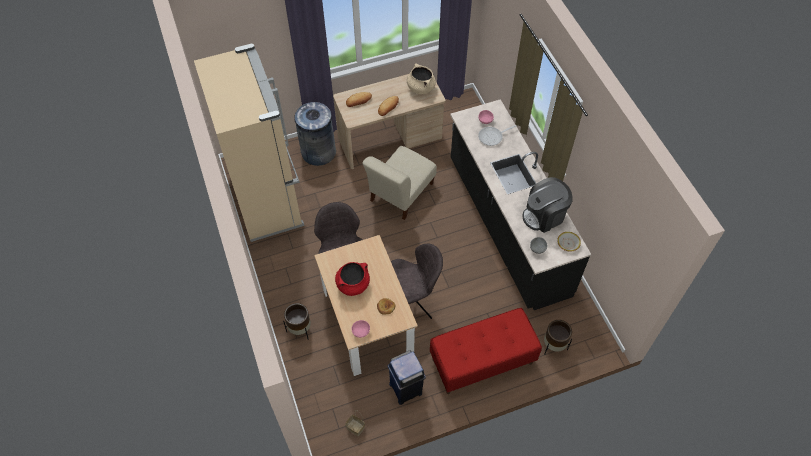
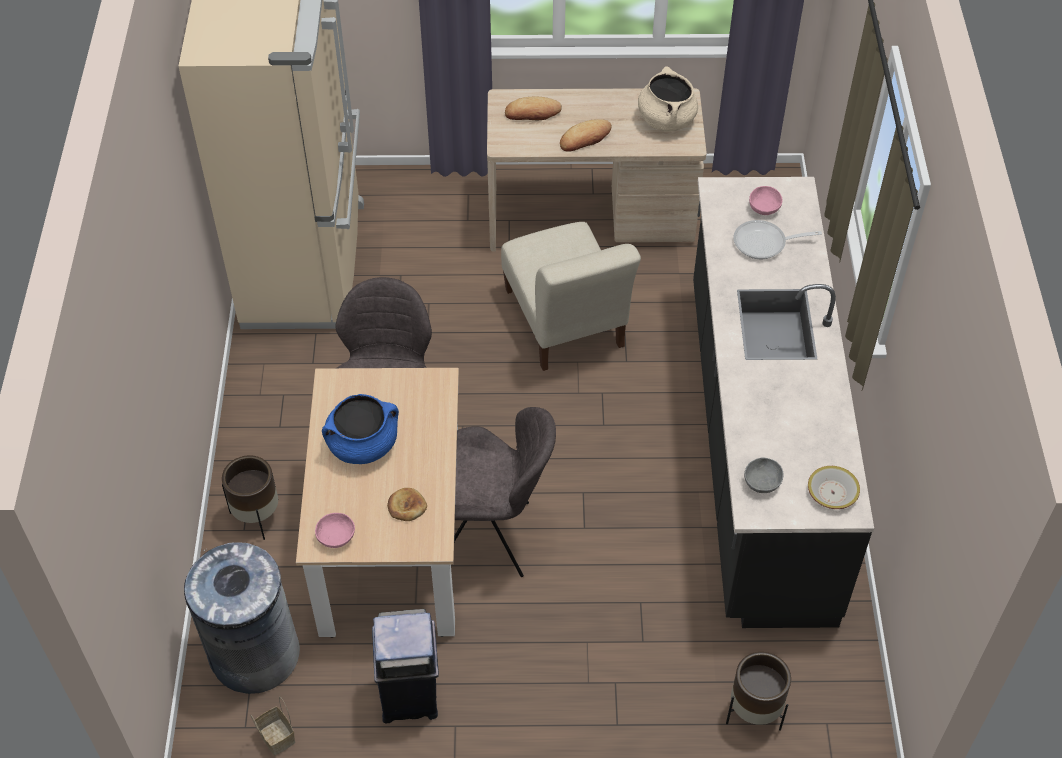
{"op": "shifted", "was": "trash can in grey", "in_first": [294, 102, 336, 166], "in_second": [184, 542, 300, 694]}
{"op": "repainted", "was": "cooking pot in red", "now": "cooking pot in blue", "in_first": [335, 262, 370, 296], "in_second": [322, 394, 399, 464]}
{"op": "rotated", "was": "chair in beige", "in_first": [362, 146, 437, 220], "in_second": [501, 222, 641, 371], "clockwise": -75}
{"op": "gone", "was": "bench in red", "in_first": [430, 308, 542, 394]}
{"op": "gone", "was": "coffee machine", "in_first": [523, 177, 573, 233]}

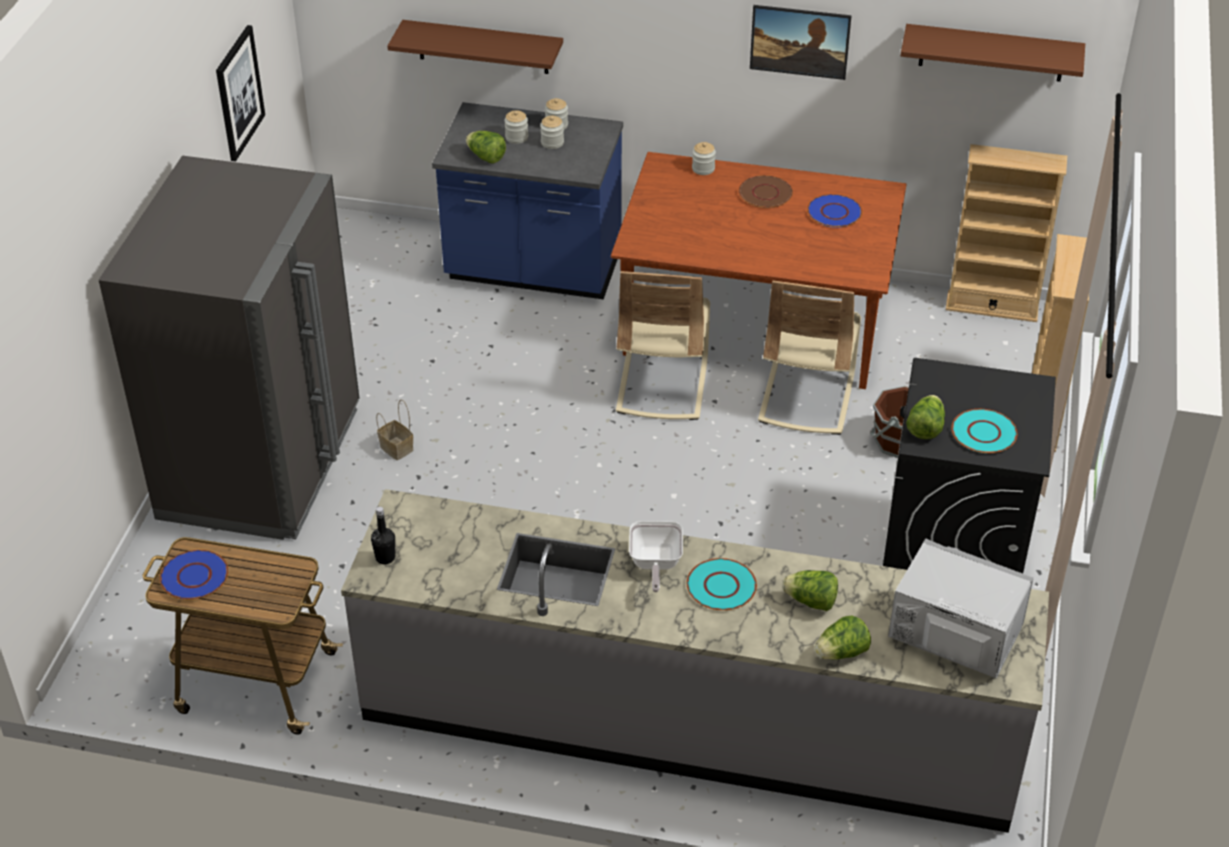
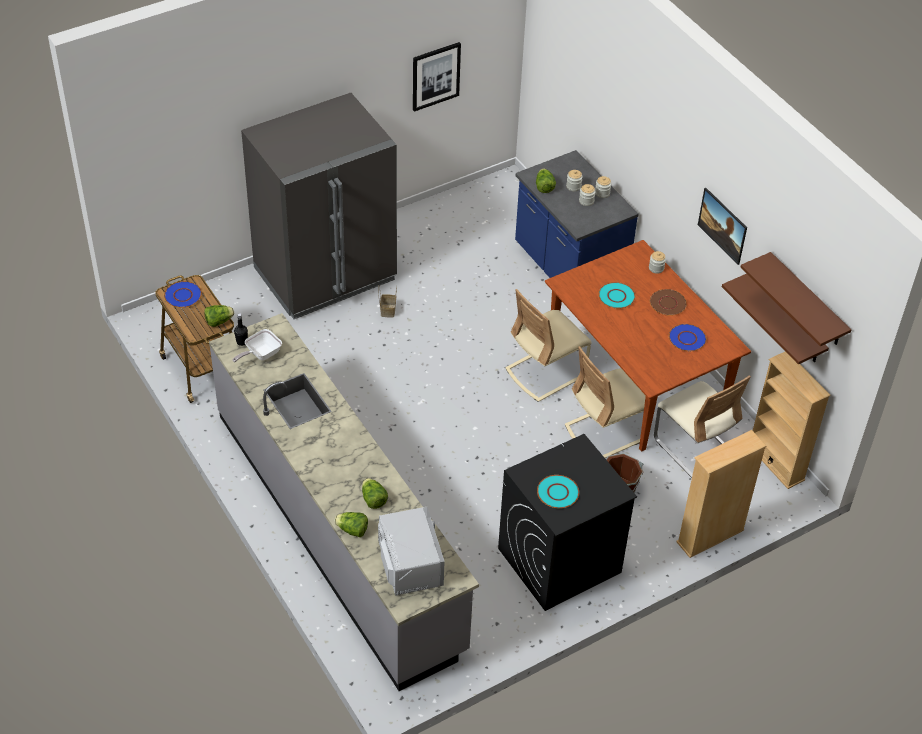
{"op": "shifted", "was": "shelf in brown", "in_first": [387, 20, 563, 74], "in_second": [722, 274, 829, 364]}
{"op": "shifted", "was": "frying pan", "in_first": [629, 521, 683, 592], "in_second": [232, 329, 282, 362]}
{"op": "shifted", "was": "plate in turquoise", "in_first": [687, 558, 757, 610], "in_second": [598, 282, 635, 309]}
{"op": "shifted", "was": "lettuce", "in_first": [906, 395, 945, 439], "in_second": [204, 305, 234, 327]}
{"op": "new", "now": "chair in beige", "in_second": [654, 375, 751, 478]}

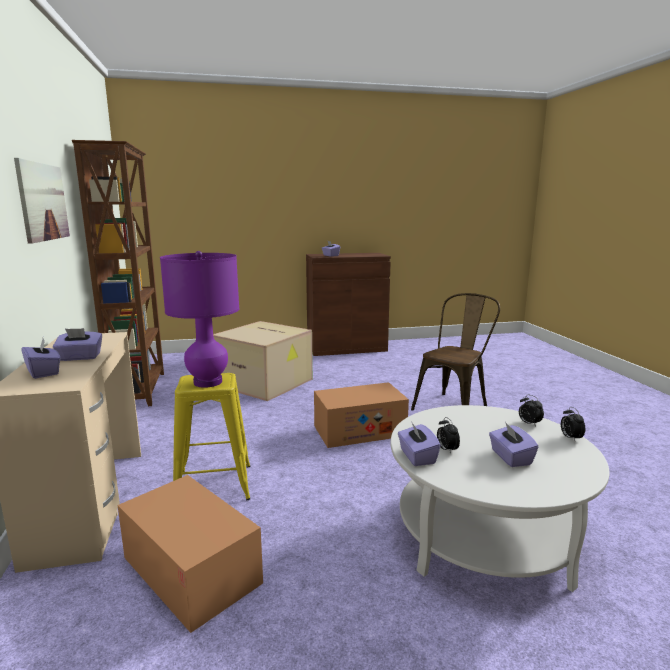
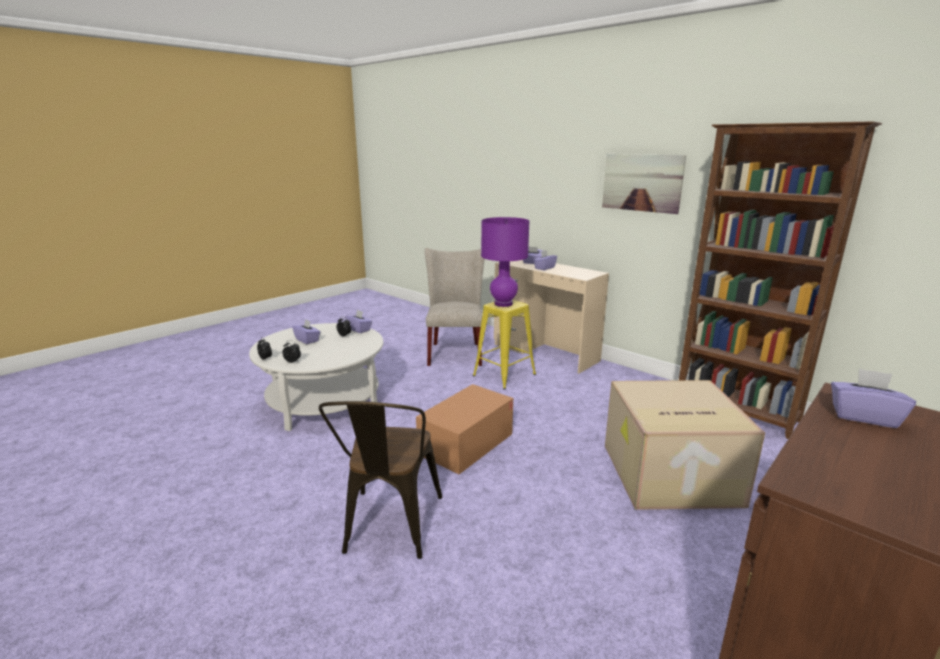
{"op": "swapped", "was": "cardboard box", "now": "chair in beige", "in_first": [118, 475, 263, 633], "in_second": [425, 248, 485, 366]}

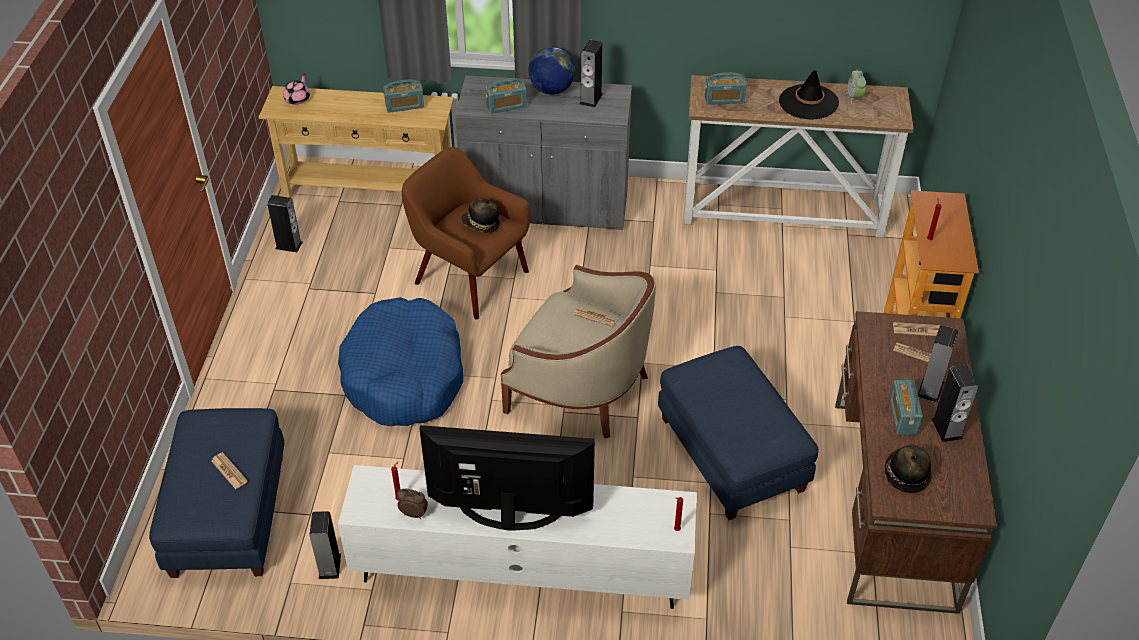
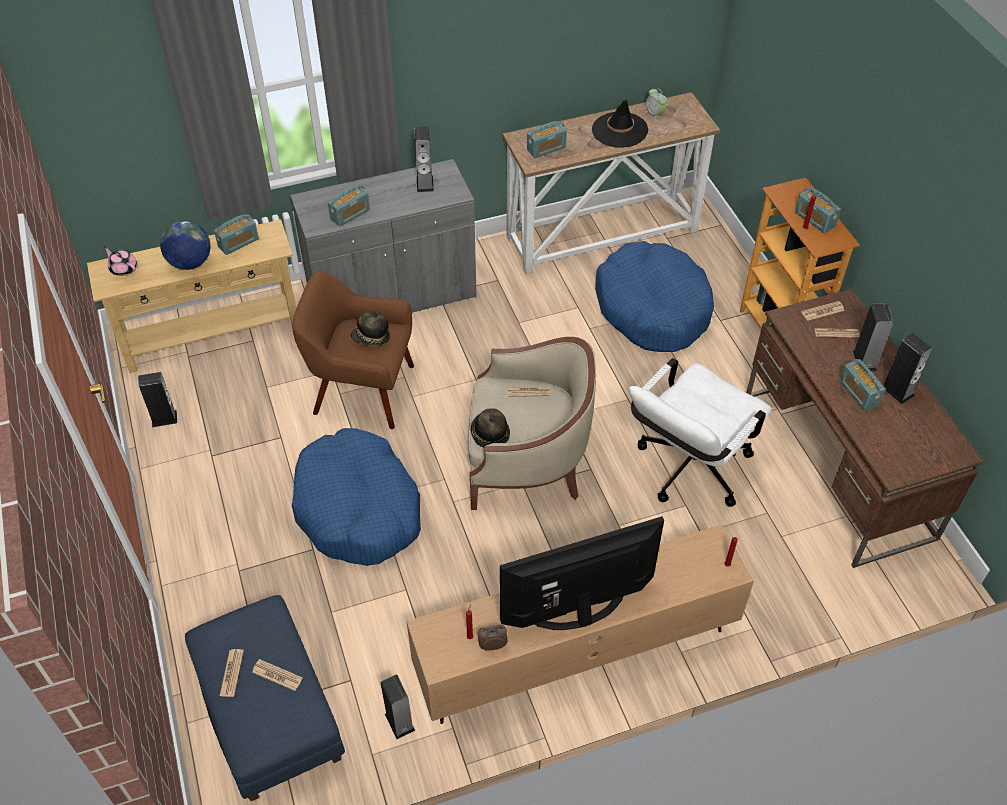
{"op": "rotated", "was": "teapot in pink", "in_first": [283, 74, 310, 105], "in_second": [104, 246, 137, 276], "clockwise": -45}
{"op": "repainted", "was": "tv stand in white", "now": "tv stand in brown", "in_first": [338, 465, 697, 609], "in_second": [406, 524, 754, 724]}
{"op": "shifted", "was": "globe", "in_first": [528, 47, 575, 95], "in_second": [160, 221, 211, 270]}
{"op": "swapped", "was": "ottoman in blue", "now": "office chair in white", "in_first": [658, 346, 819, 520], "in_second": [629, 358, 772, 507]}
{"op": "shifted", "was": "hat", "in_first": [885, 445, 932, 493], "in_second": [471, 408, 510, 447]}
{"op": "new", "now": "newspaper", "in_second": [220, 649, 244, 697]}
{"op": "new", "now": "dog bed in blue", "in_second": [595, 241, 714, 352]}
{"op": "new", "now": "radio", "in_second": [795, 188, 841, 233]}

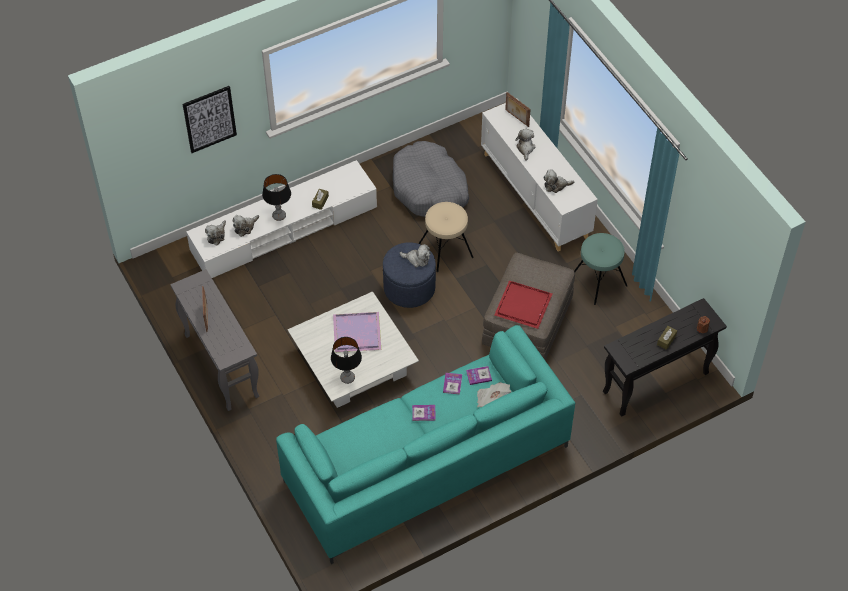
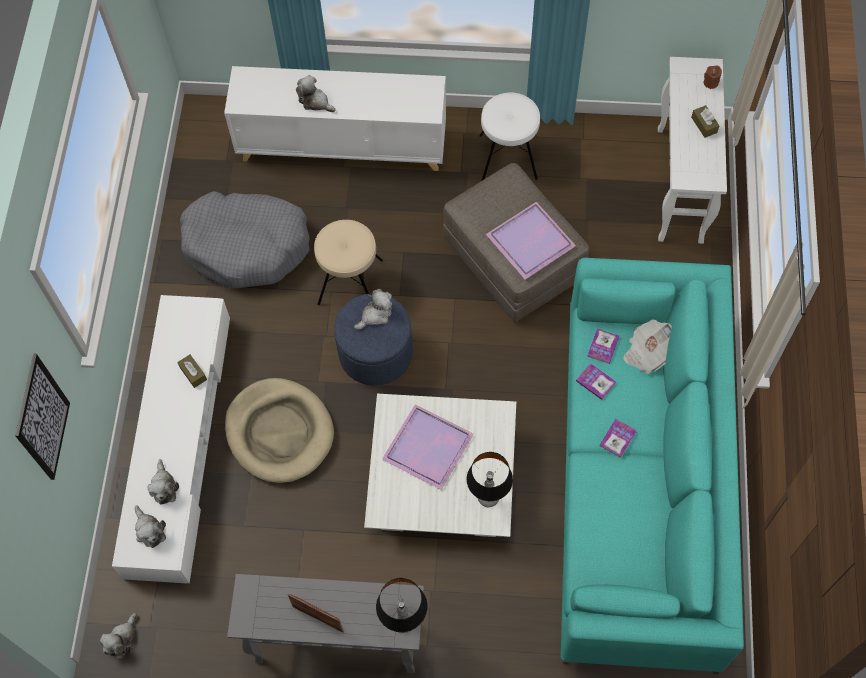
{"op": "shifted", "was": "table lamp", "in_first": [262, 174, 291, 221], "in_second": [376, 578, 428, 633]}
{"op": "repainted", "was": "tray in red", "now": "tray in purple", "in_first": [494, 280, 553, 329], "in_second": [486, 202, 576, 279]}
{"op": "gone", "was": "picture frame", "in_first": [505, 92, 531, 127]}
{"op": "shifted", "was": "plush toy", "in_first": [543, 169, 574, 193], "in_second": [100, 613, 137, 659]}
{"op": "repainted", "was": "stool in turquoise", "now": "stool in white", "in_first": [574, 233, 628, 305], "in_second": [479, 92, 540, 181]}
{"op": "repainted", "was": "console table in black", "now": "console table in white", "in_first": [603, 298, 727, 417], "in_second": [658, 57, 727, 244]}
{"op": "new", "now": "dog bed in beige", "in_second": [225, 378, 334, 483]}

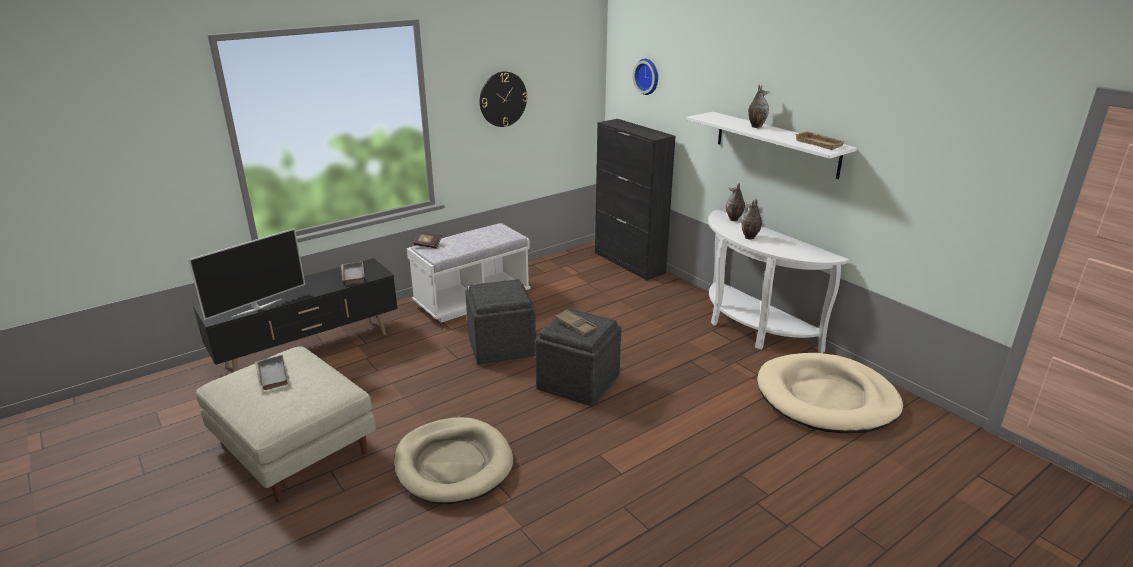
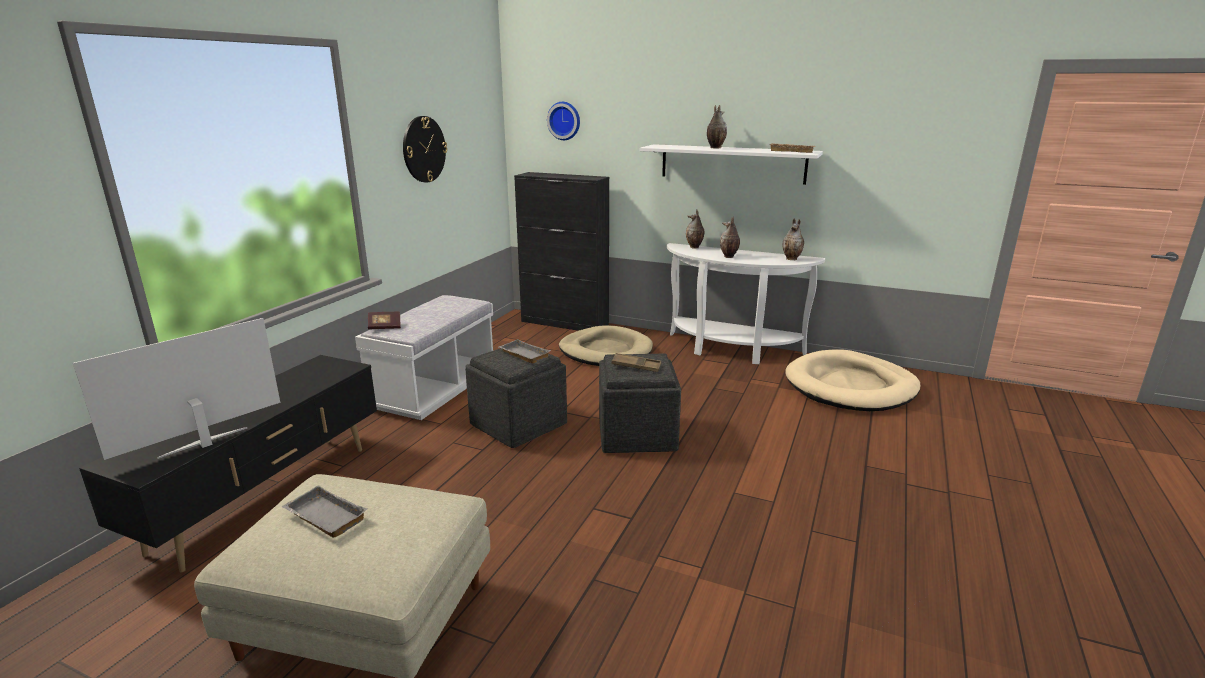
{"op": "rotated", "was": "television", "in_first": [188, 228, 305, 320], "in_second": [73, 318, 281, 460], "clockwise": -150}
{"op": "shifted", "was": "tray in grey", "in_first": [341, 261, 365, 284], "in_second": [499, 339, 551, 363]}
{"op": "shifted", "was": "dog bed in beige", "in_first": [394, 417, 513, 504], "in_second": [559, 325, 653, 366]}
{"op": "new", "now": "vase", "in_second": [782, 218, 804, 260]}

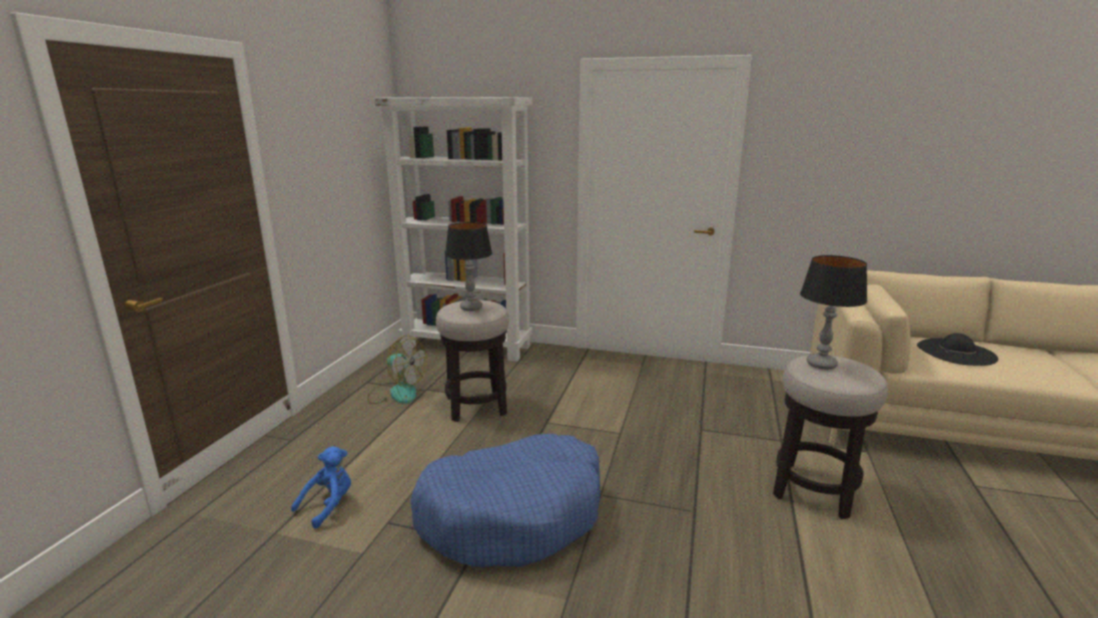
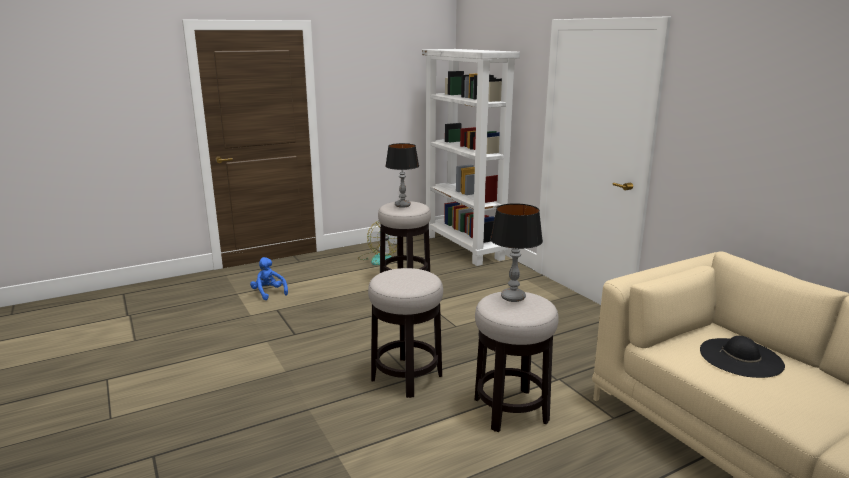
{"op": "rotated", "was": "plush toy in blue", "in_first": [291, 446, 351, 528], "in_second": [250, 257, 288, 300], "clockwise": -120}
{"op": "gone", "was": "dog bed in blue", "in_first": [411, 433, 600, 567]}
{"op": "new", "now": "stool", "in_second": [368, 268, 443, 398]}

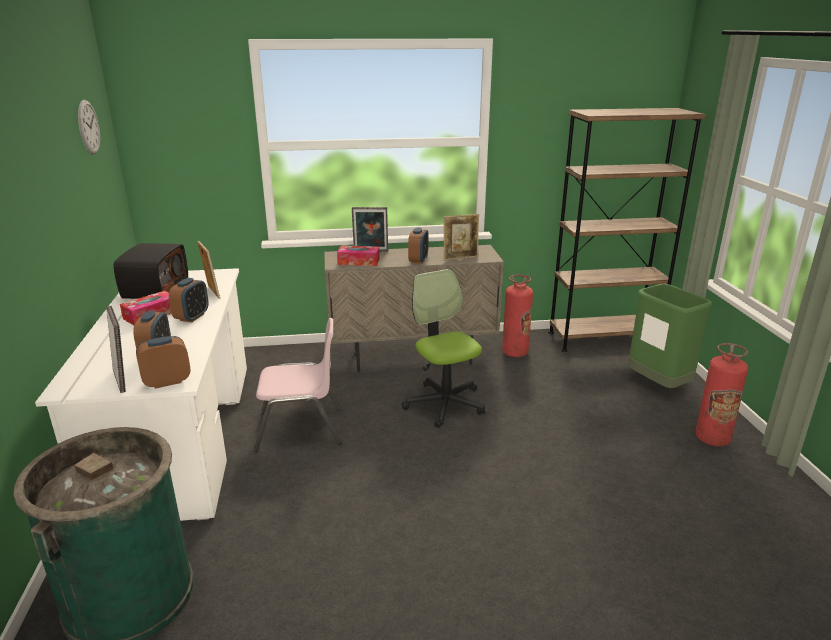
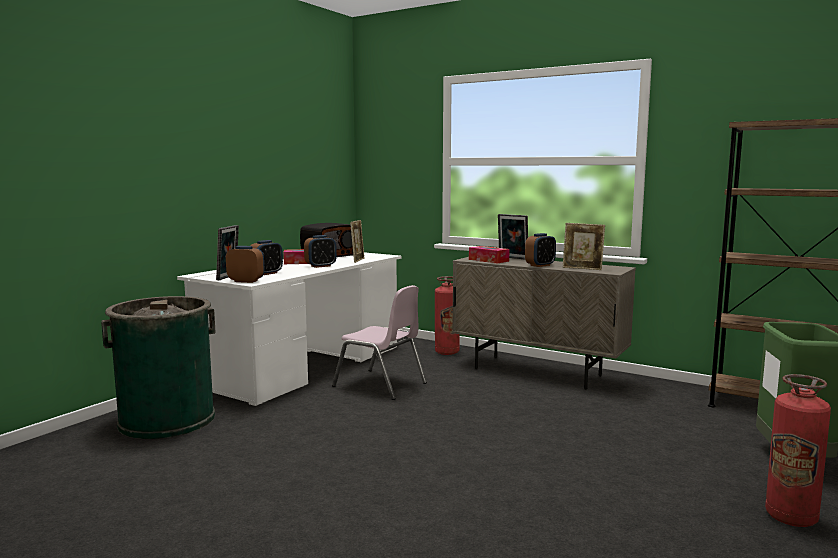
{"op": "gone", "was": "wall clock", "in_first": [78, 100, 100, 154]}
{"op": "gone", "was": "office chair", "in_first": [401, 269, 485, 428]}
{"op": "shifted", "was": "fire extinguisher", "in_first": [502, 274, 533, 357], "in_second": [435, 276, 459, 355]}

